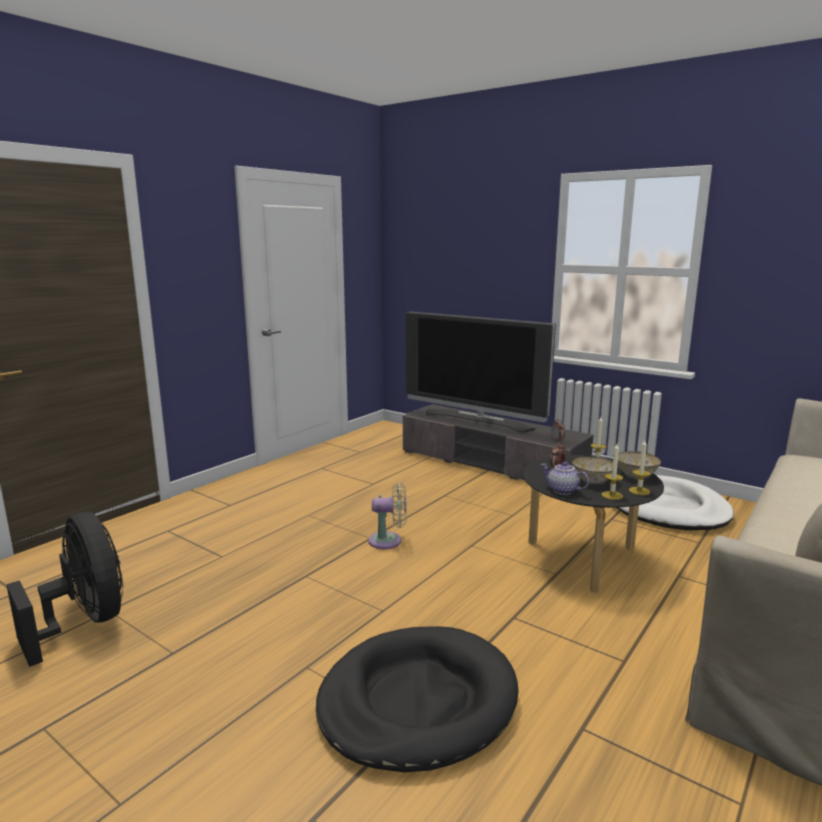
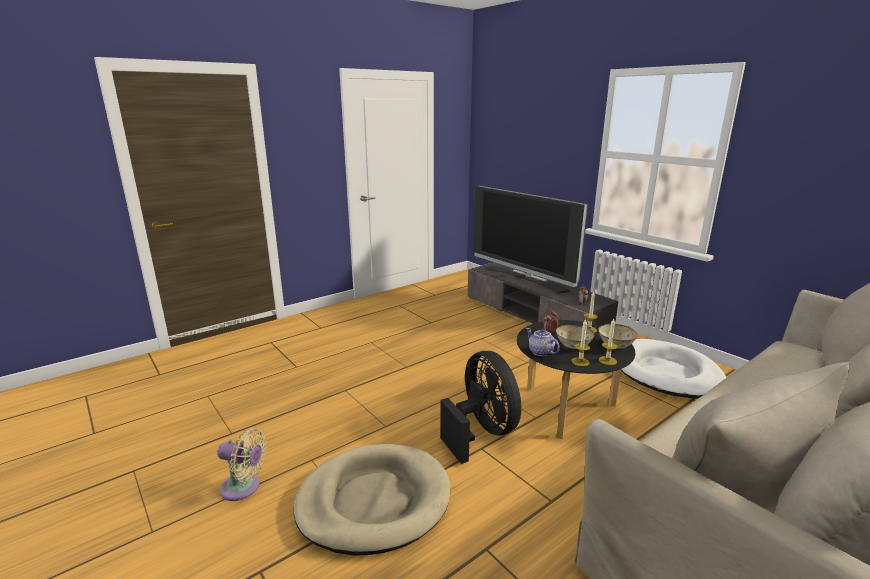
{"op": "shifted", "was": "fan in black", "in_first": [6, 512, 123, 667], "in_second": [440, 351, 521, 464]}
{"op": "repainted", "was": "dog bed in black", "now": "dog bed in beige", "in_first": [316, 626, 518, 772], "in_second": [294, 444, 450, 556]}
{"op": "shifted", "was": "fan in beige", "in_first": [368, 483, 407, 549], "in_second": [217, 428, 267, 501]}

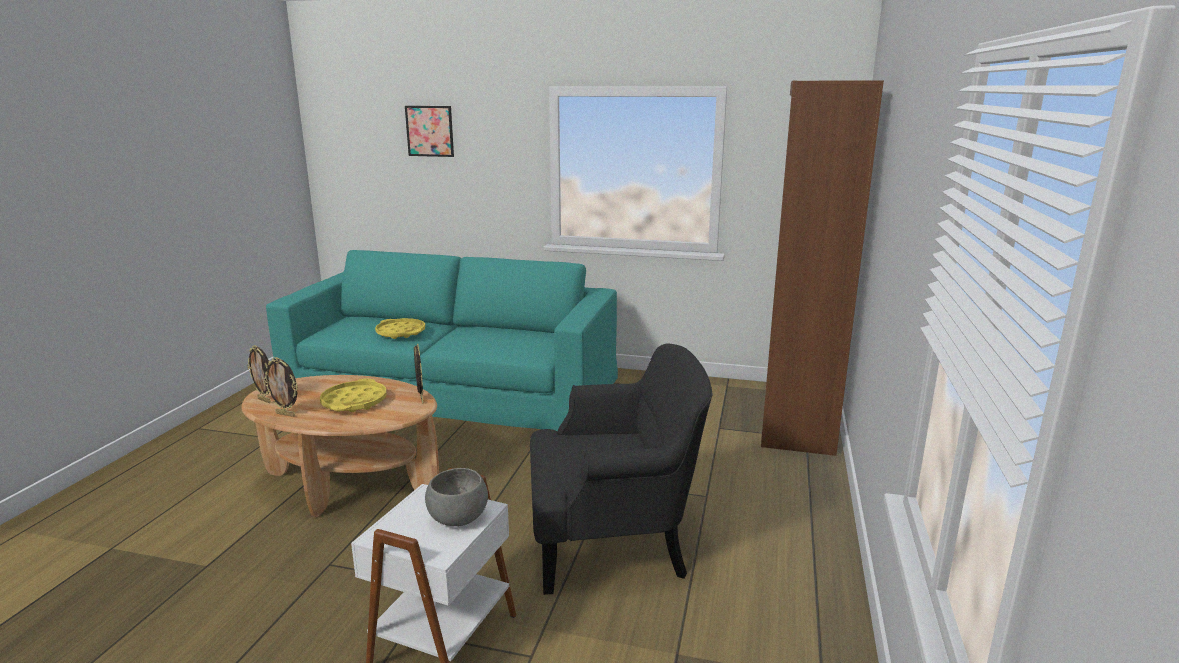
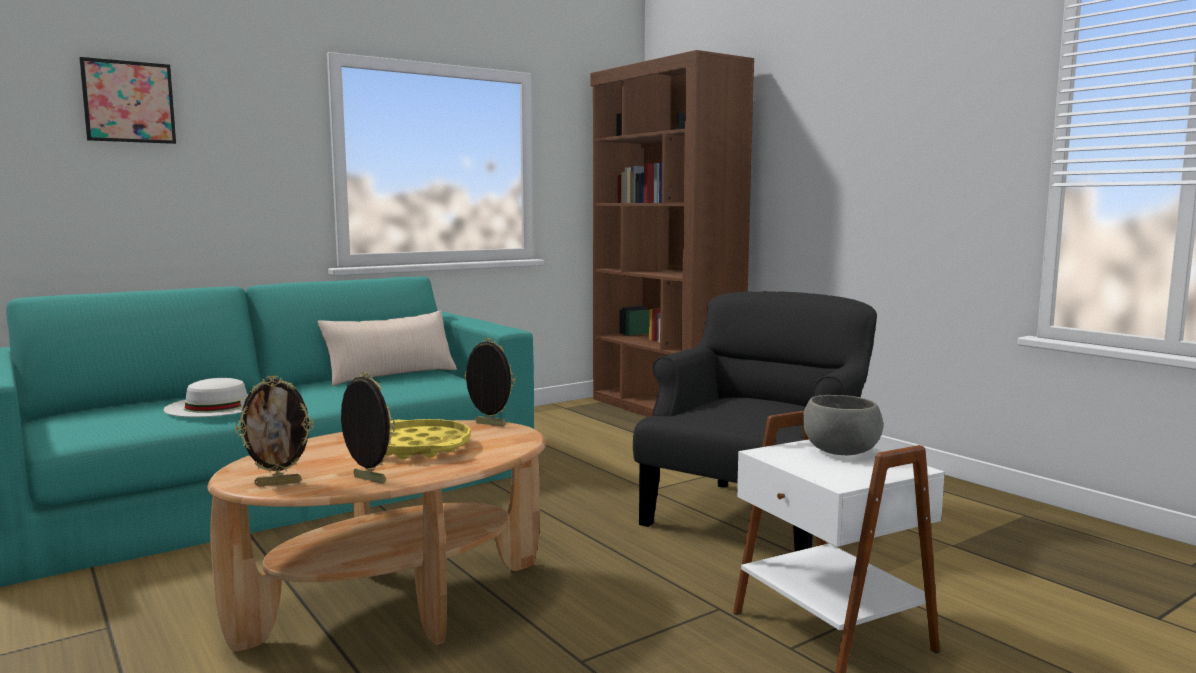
{"op": "rotated", "was": "picture frame", "in_first": [263, 357, 298, 417], "in_second": [340, 372, 395, 483], "clockwise": -120}
{"op": "swapped", "was": "tray in yellow", "now": "hat in white", "in_first": [375, 318, 425, 339], "in_second": [163, 378, 249, 417]}
{"op": "new", "now": "pillow in beige", "in_second": [317, 311, 457, 386]}

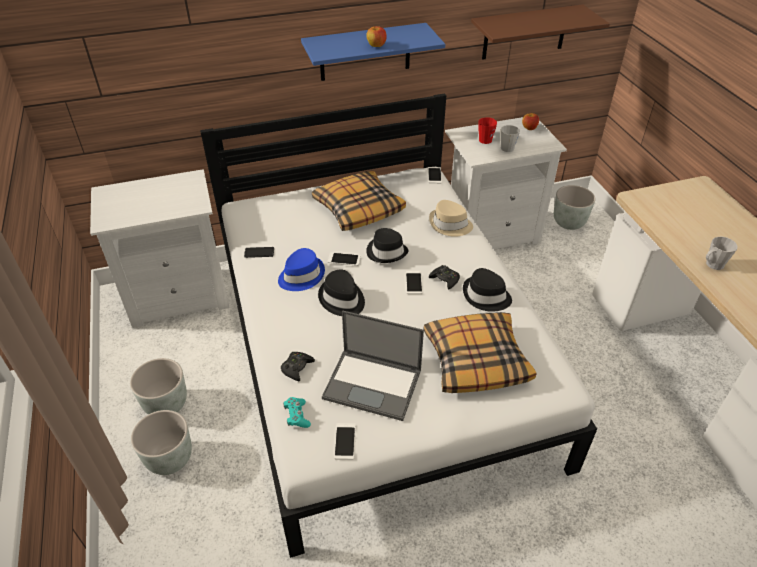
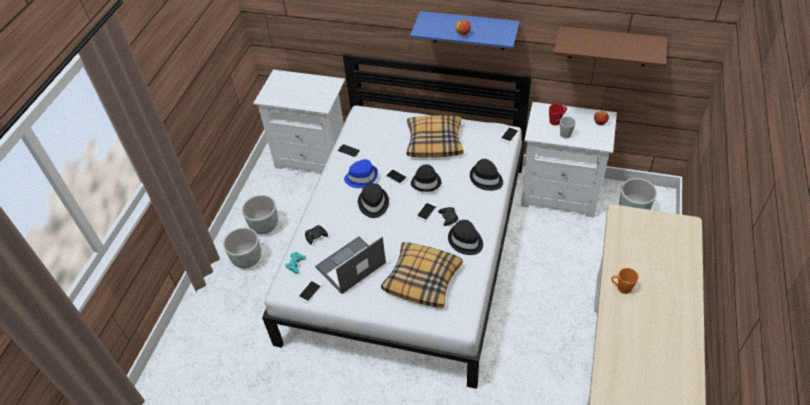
{"op": "rotated", "was": "laptop", "in_first": [322, 310, 424, 421], "in_second": [315, 236, 386, 294], "clockwise": 90}
{"op": "repainted", "was": "hat in beige", "now": "hat in black", "in_first": [429, 200, 473, 237], "in_second": [470, 159, 503, 191]}
{"op": "repainted", "was": "mug in grey", "now": "mug in orange", "in_first": [706, 237, 738, 270], "in_second": [611, 268, 639, 294]}

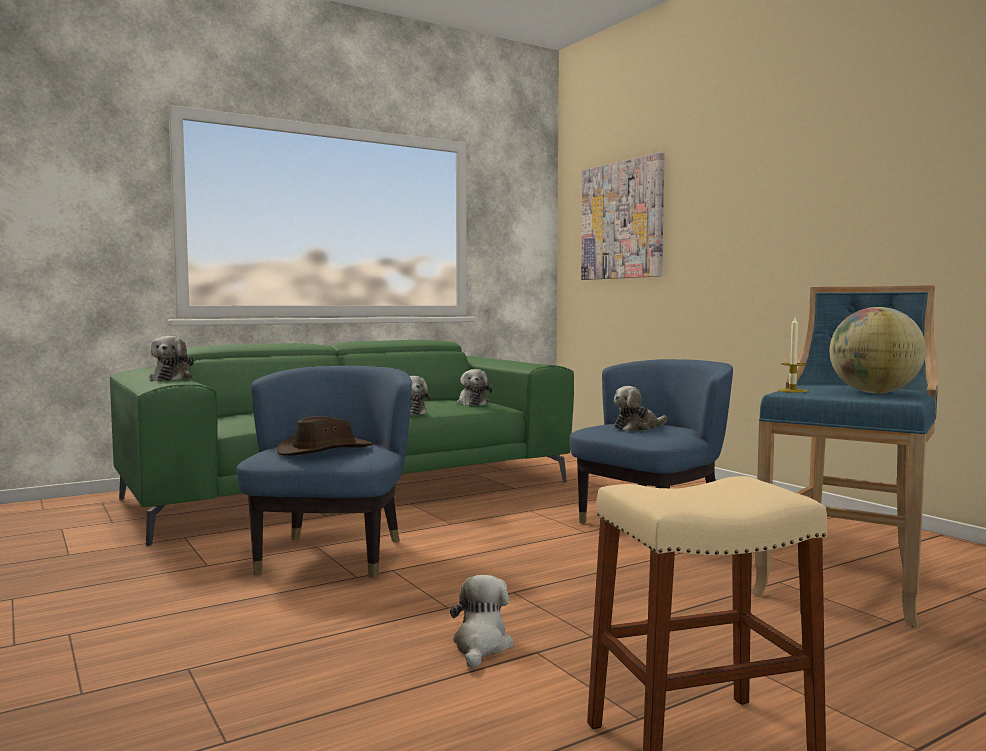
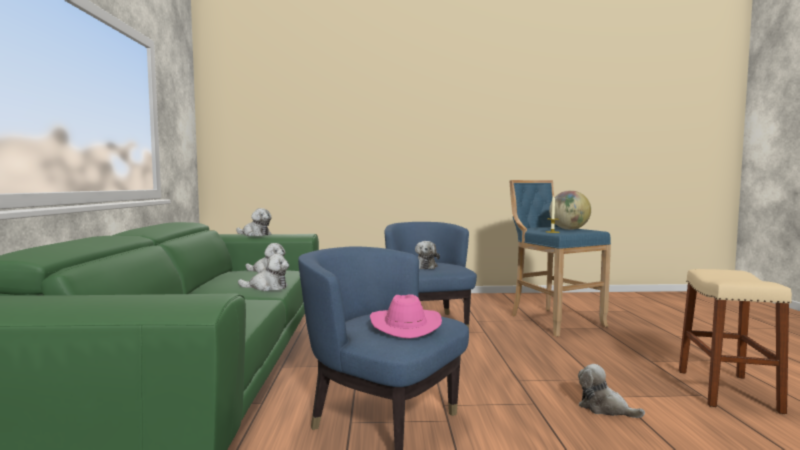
{"op": "shifted", "was": "plush toy", "in_first": [149, 336, 194, 381], "in_second": [236, 208, 272, 236]}
{"op": "repainted", "was": "hat in brown", "now": "hat in pink", "in_first": [277, 416, 373, 456], "in_second": [370, 294, 442, 339]}
{"op": "gone", "was": "picture", "in_first": [581, 152, 665, 280]}

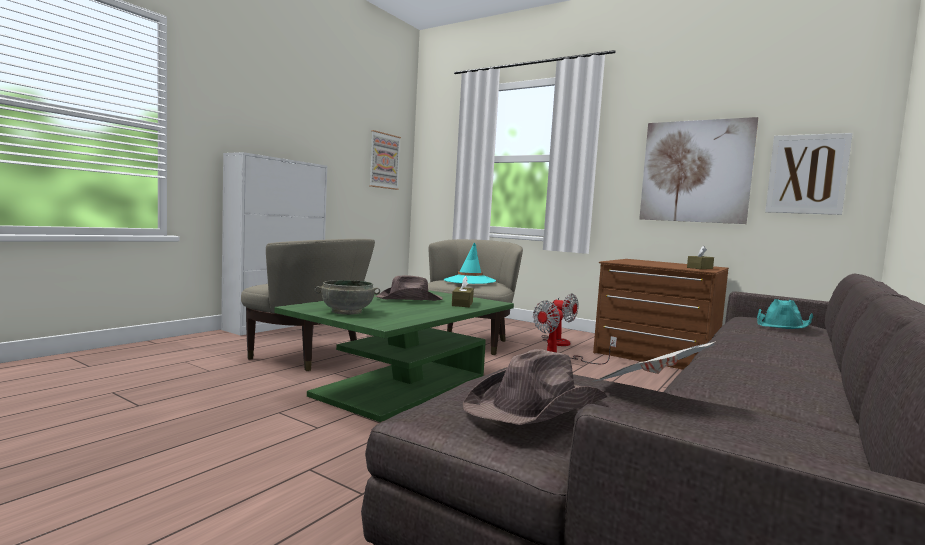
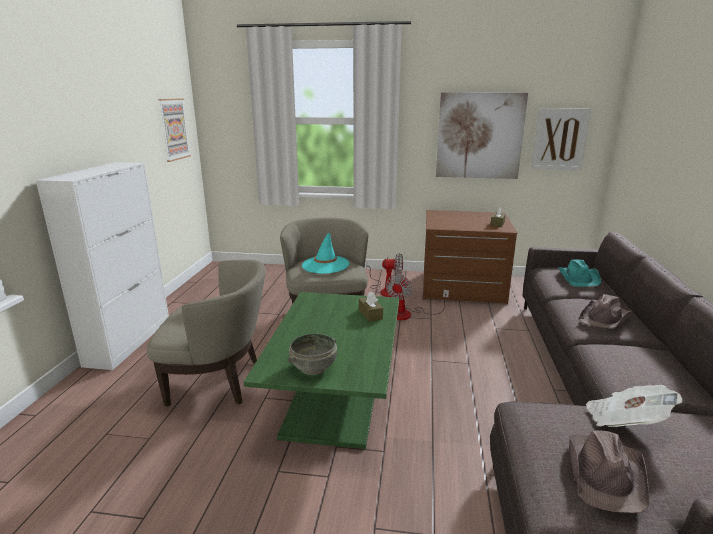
{"op": "shifted", "was": "hat in brown", "in_first": [375, 275, 443, 301], "in_second": [579, 294, 634, 329]}

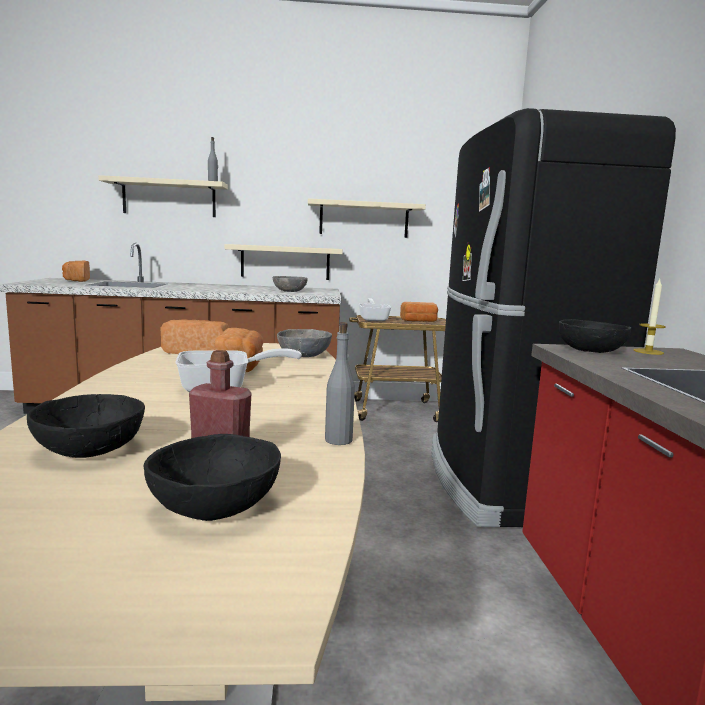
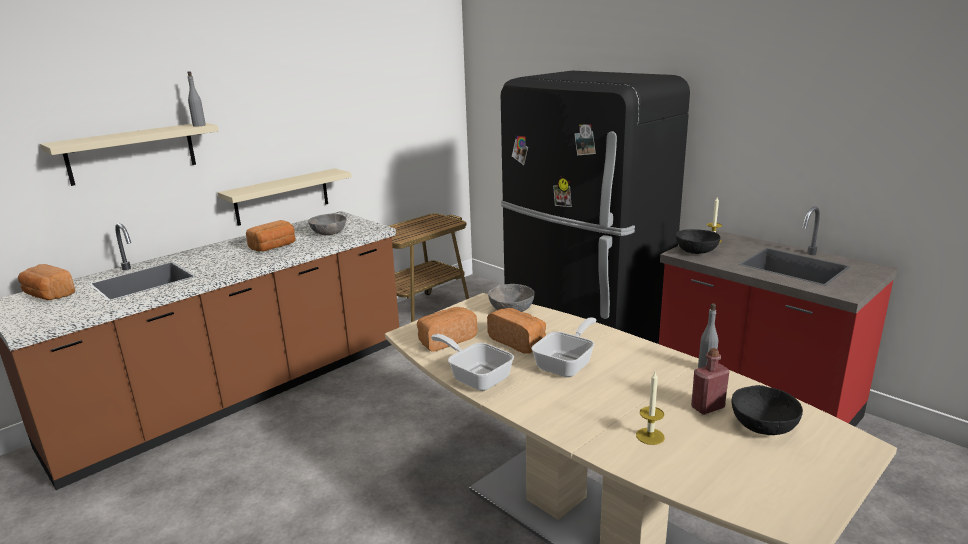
{"op": "swapped", "was": "bowl in black", "now": "candle", "in_first": [27, 394, 145, 458], "in_second": [636, 372, 665, 445]}
{"op": "gone", "was": "shelf in beige", "in_first": [308, 199, 426, 238]}
{"op": "shifted", "was": "frying pan", "in_first": [359, 298, 392, 321], "in_second": [431, 334, 514, 391]}
{"op": "shifted", "was": "bread", "in_first": [400, 302, 438, 322], "in_second": [246, 220, 295, 252]}

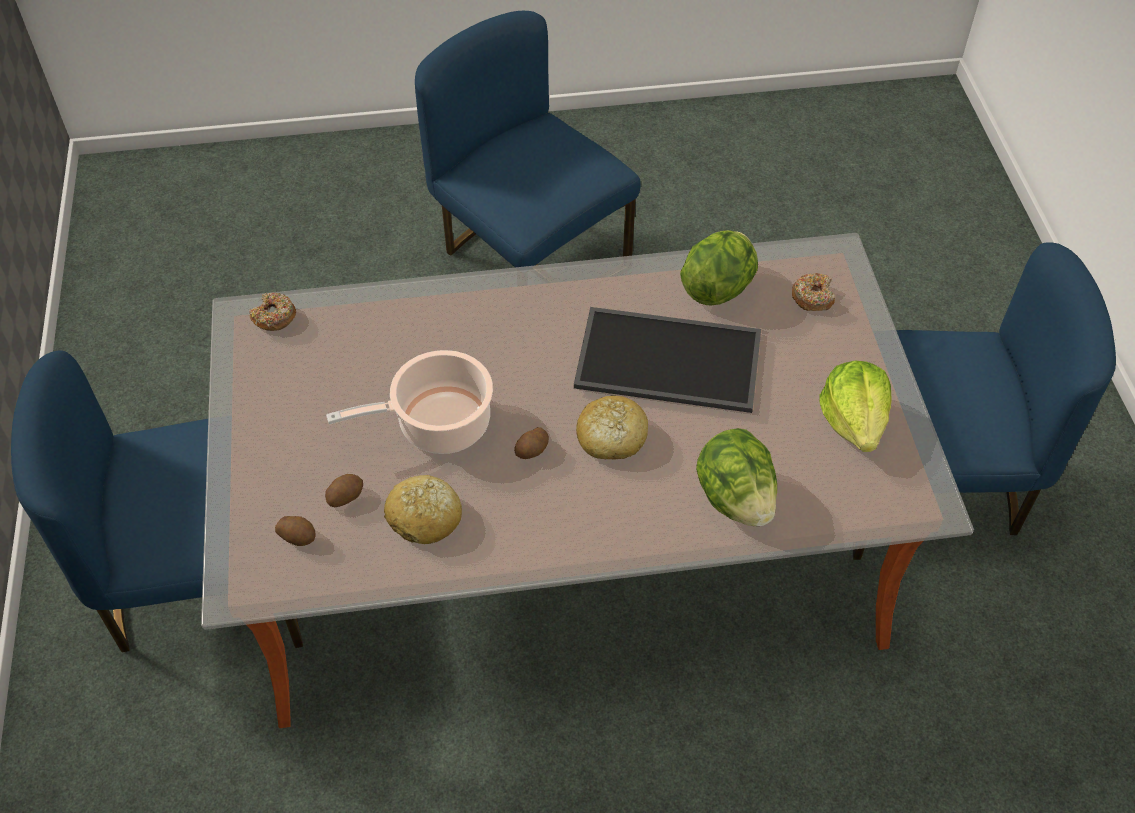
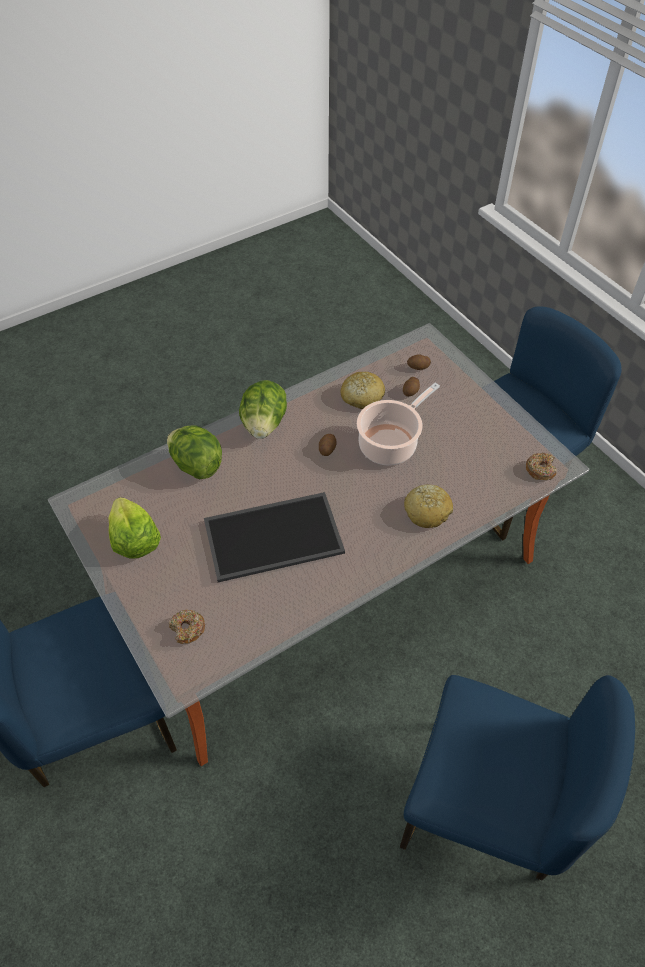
{"op": "shifted", "was": "bread", "in_first": [576, 396, 648, 459], "in_second": [404, 485, 453, 528]}
{"op": "shifted", "was": "lettuce", "in_first": [680, 230, 758, 305], "in_second": [239, 380, 287, 439]}

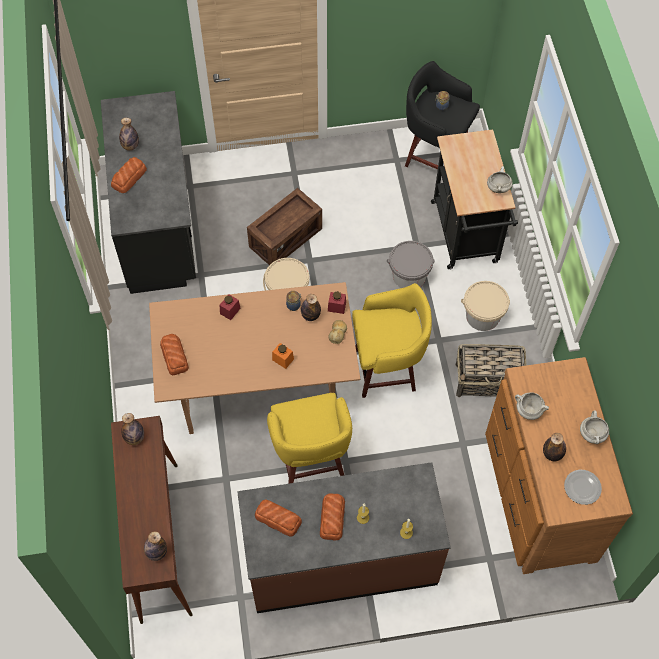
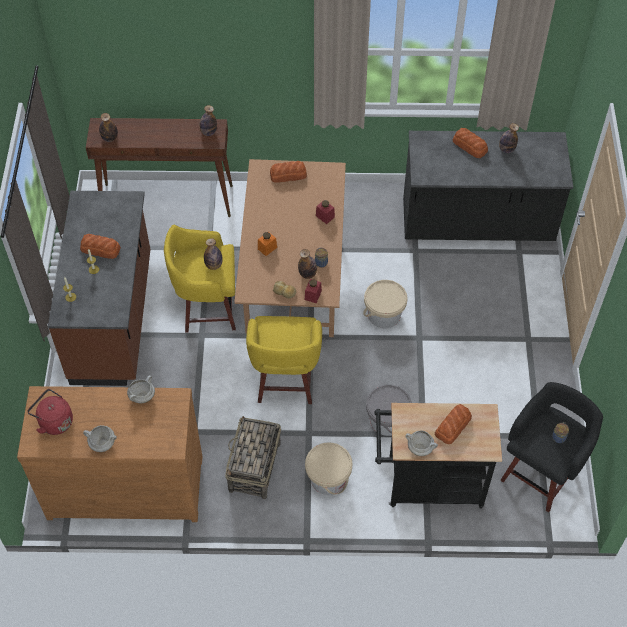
{"op": "gone", "was": "crate", "in_first": [247, 188, 322, 265]}
{"op": "shifted", "was": "bread", "in_first": [255, 499, 302, 536], "in_second": [435, 404, 472, 444]}
{"op": "shifted", "was": "bottle", "in_first": [543, 433, 566, 461], "in_second": [204, 238, 223, 270]}
{"op": "swapped", "was": "plate", "now": "kettle in red", "in_first": [564, 470, 602, 505], "in_second": [27, 389, 73, 435]}

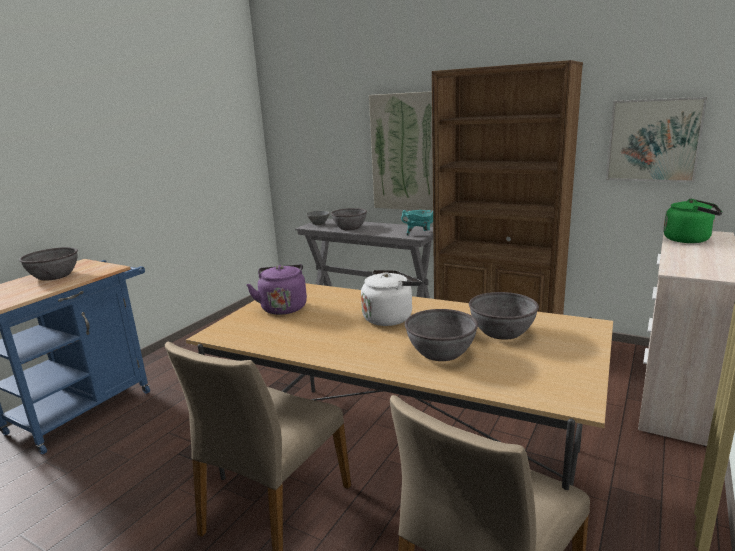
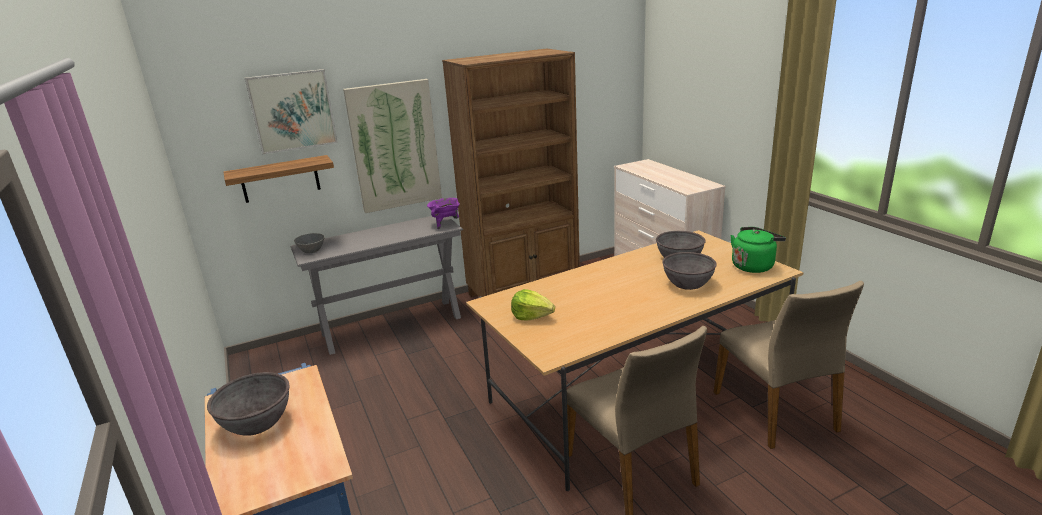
{"op": "swapped", "was": "kettle in purple", "now": "lettuce", "in_first": [246, 264, 307, 315], "in_second": [511, 289, 555, 321]}
{"op": "gone", "was": "bowl in grey", "in_first": [331, 208, 367, 230]}
{"op": "gone", "was": "kettle in white", "in_first": [361, 270, 422, 326]}
{"op": "repainted", "was": "cooking pot in turquoise", "now": "cooking pot in purple", "in_first": [401, 210, 433, 236], "in_second": [427, 198, 460, 229]}
{"op": "shifted", "was": "picture", "in_first": [606, 97, 707, 182], "in_second": [245, 69, 338, 154]}
{"op": "shifted", "was": "kettle in green", "in_first": [663, 198, 722, 243], "in_second": [730, 227, 786, 273]}
{"op": "new", "now": "shelf", "in_second": [224, 155, 334, 203]}

